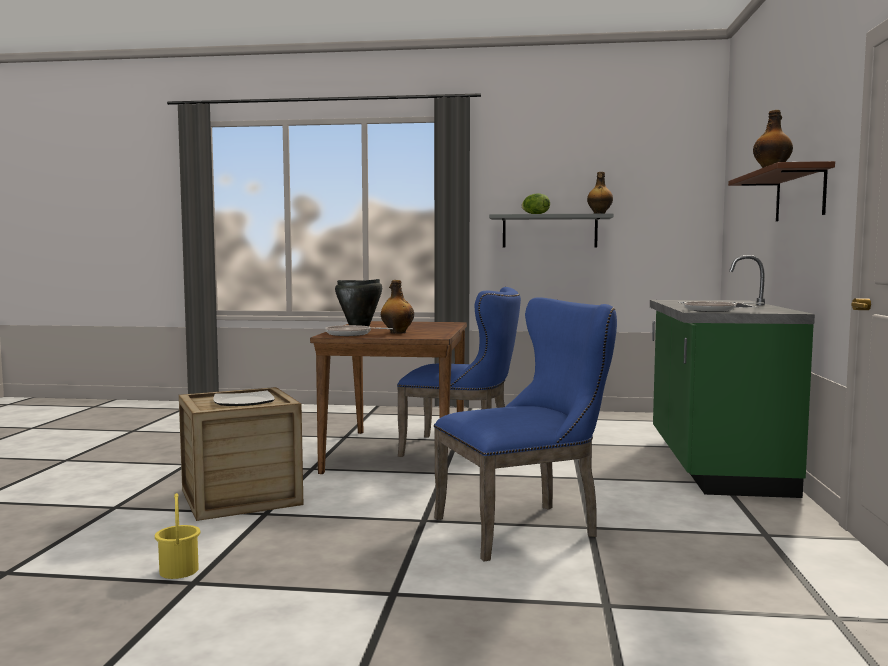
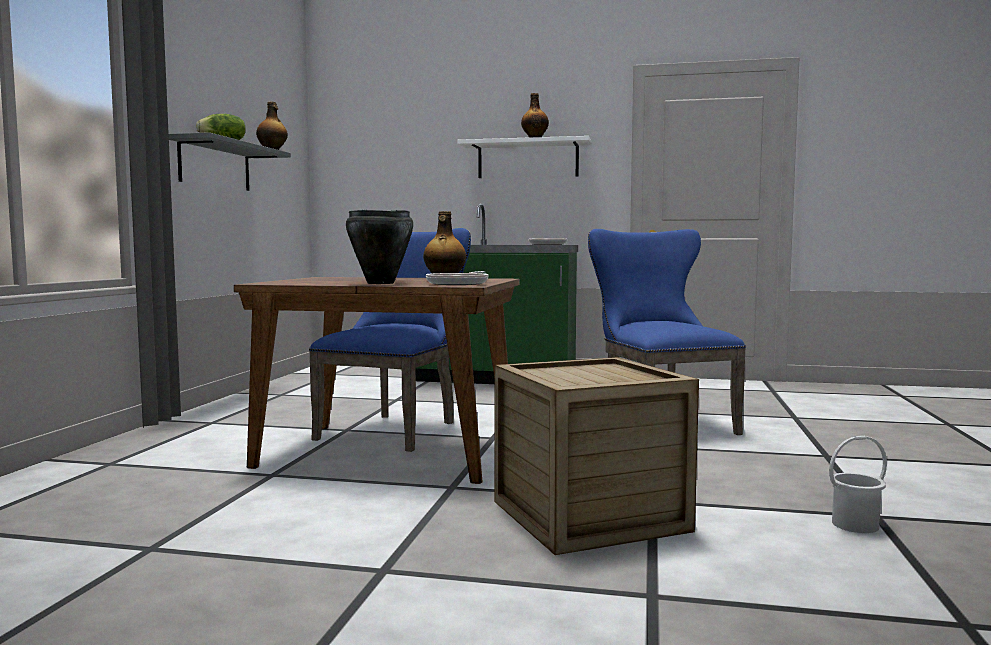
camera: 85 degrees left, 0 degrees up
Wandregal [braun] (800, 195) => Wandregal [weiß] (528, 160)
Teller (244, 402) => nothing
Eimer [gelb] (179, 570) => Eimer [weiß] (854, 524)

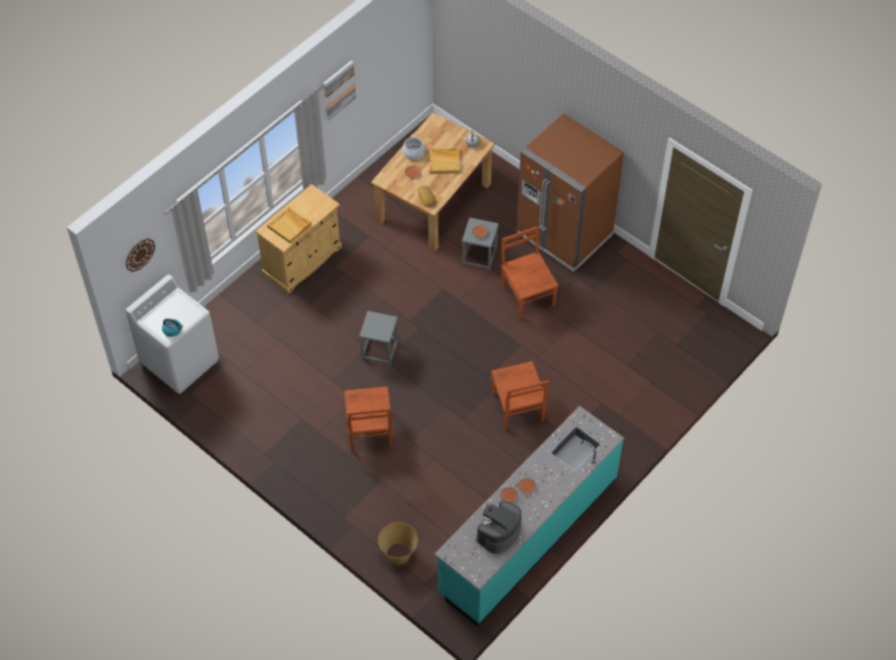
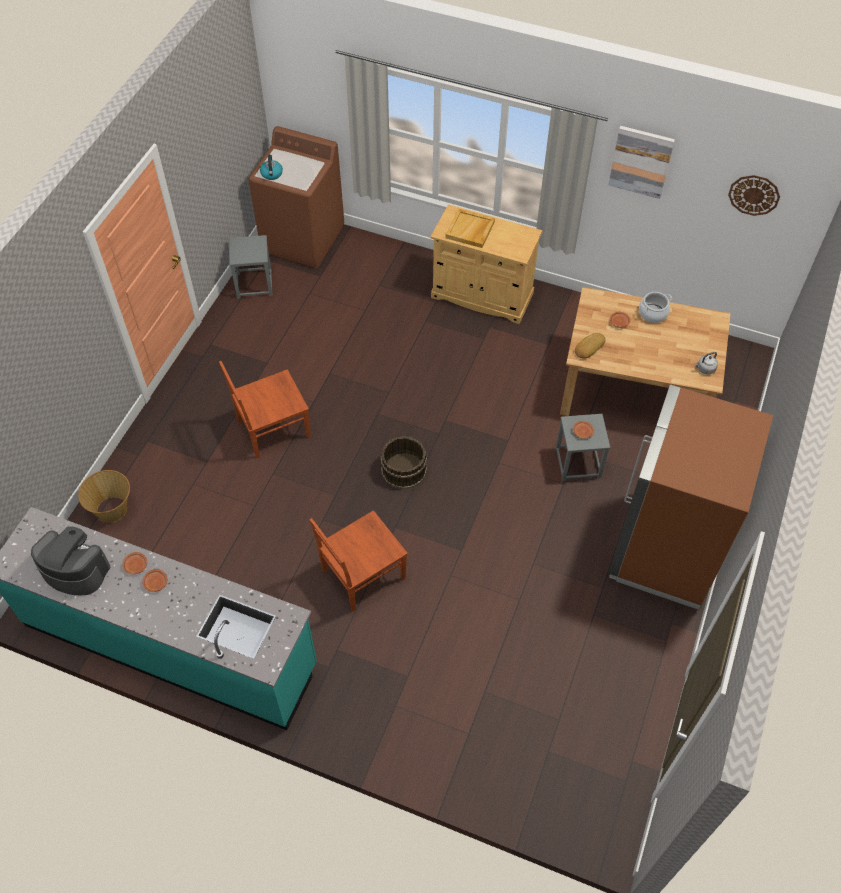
camera: 70 degrees right, 0 degrees up
Tablett [beige] (444, 161) => nothing
Stuhl [braun] (527, 295) => nothing
Wanduhr (139, 254) => Wanduhr (754, 195), move
Waschmaschine [weiß] (180, 361) => Waschmaschine [braun] (303, 239)
Hocker [grau] (380, 350) => Hocker [grau] (254, 284), move
nothing => Eimer [braun] (404, 469)

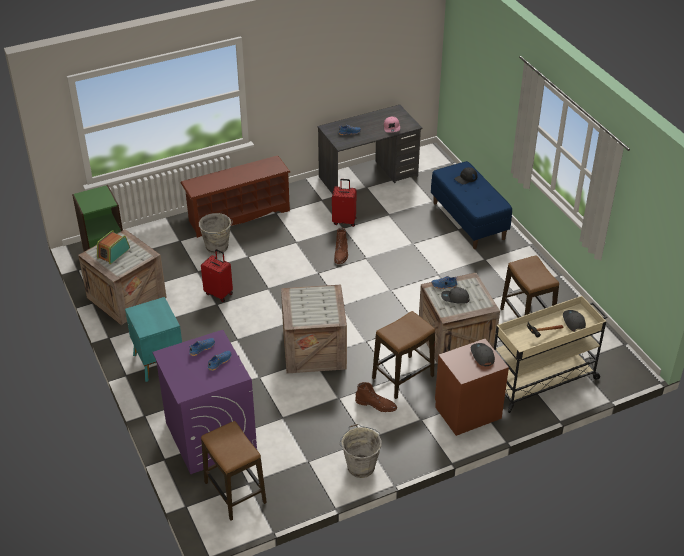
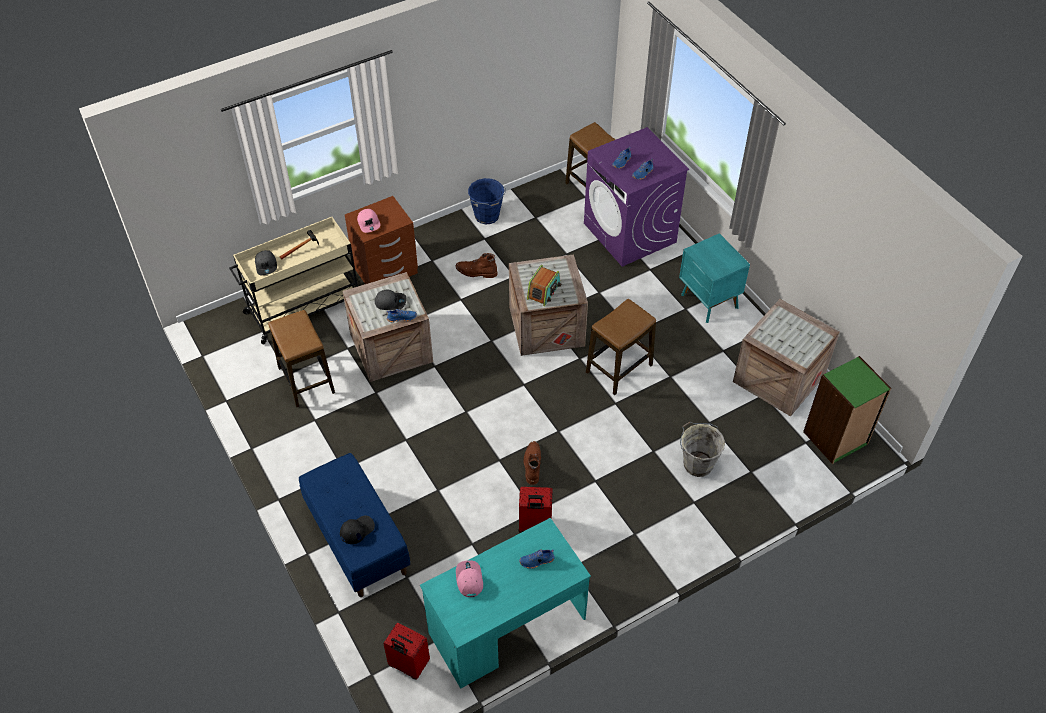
camera: 175 degrees right, 10 degrees up
Schreibtisch [grau] (368, 177) => Schreibtisch [türkis] (506, 626)
Schuhregal [braun] (238, 215) => nothing
Radio (113, 253) => Radio (544, 291), move
Koffer [rot] (219, 293) => Koffer [rot] (408, 665), move
Hocker (403, 377) => Hocker (619, 368), move
Kappe [grau] (482, 356) => Kappe [rosa] (369, 223)
Eimer [grau] (360, 466) => Eimer [blau] (487, 216)

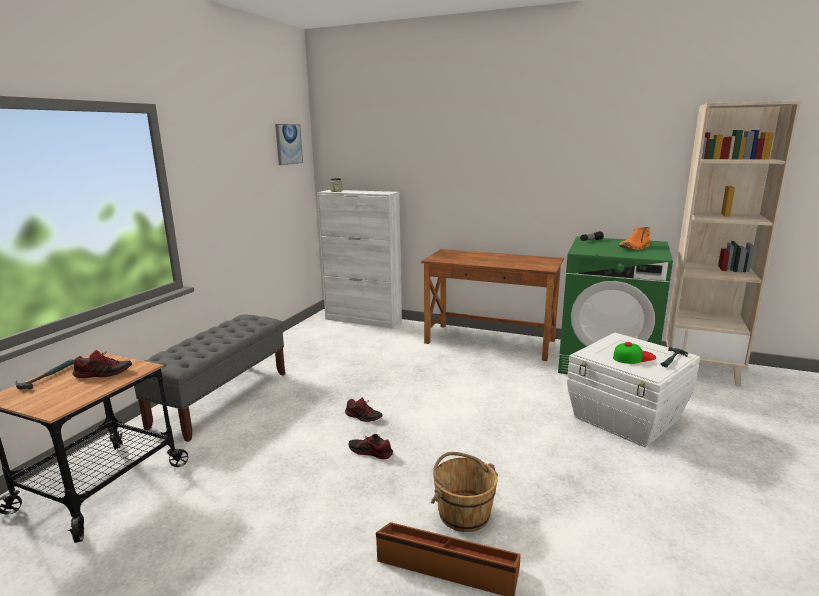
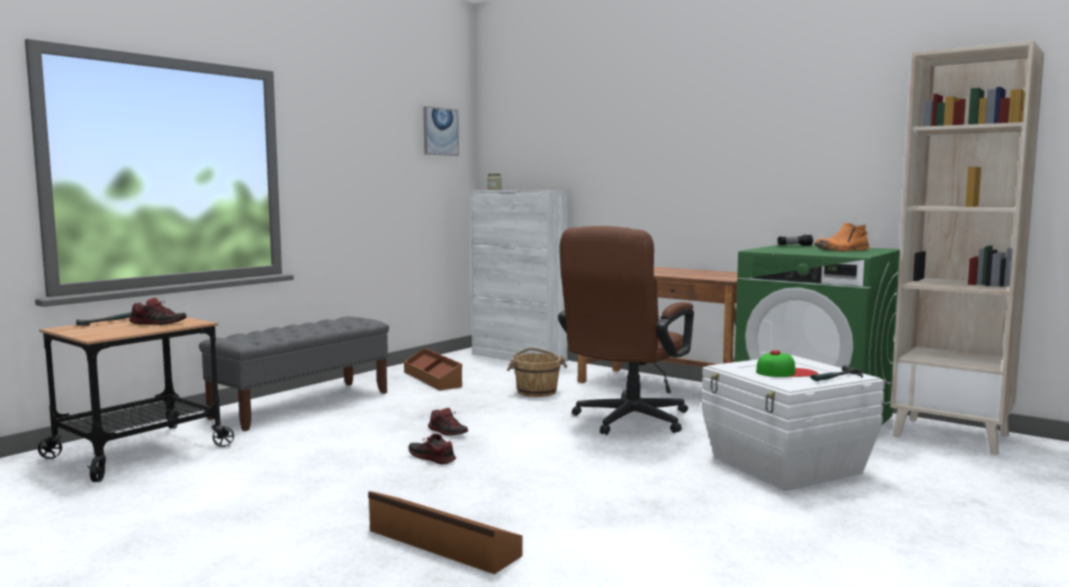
camera: 15 degrees right, 10 degrees down
Eimer [braun] (463, 513) => Eimer [braun] (536, 391), move
nothing => Bürostuhl [braun] (626, 422)
nothing => Aufbewahrungsbox [braun] (433, 379)

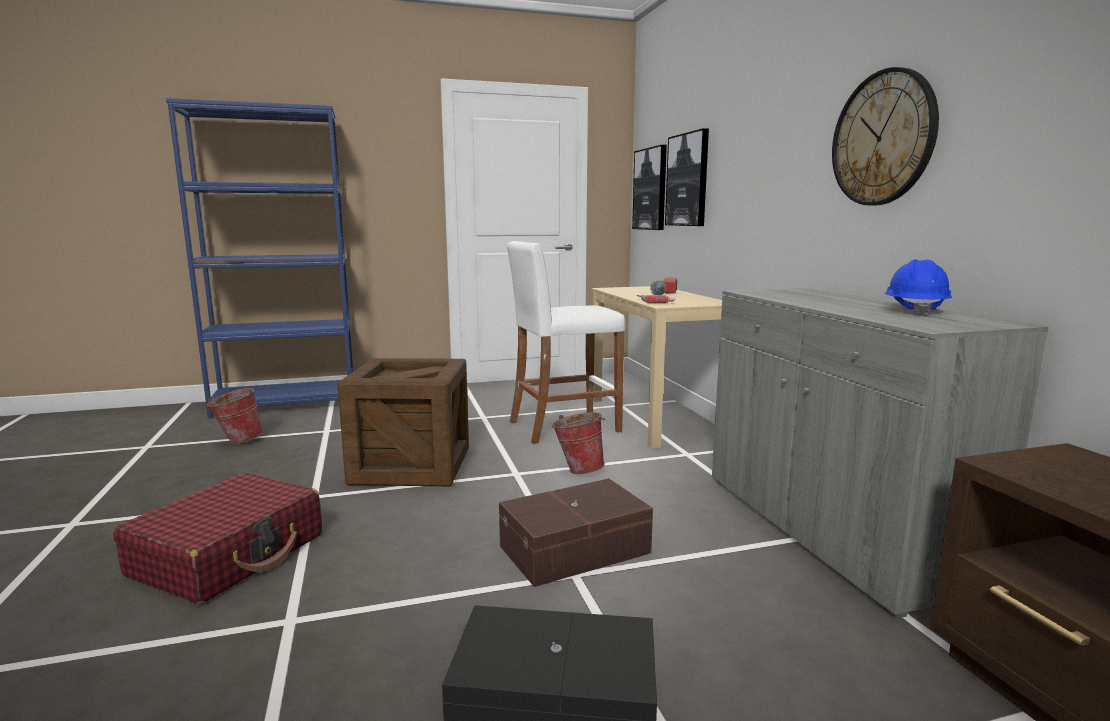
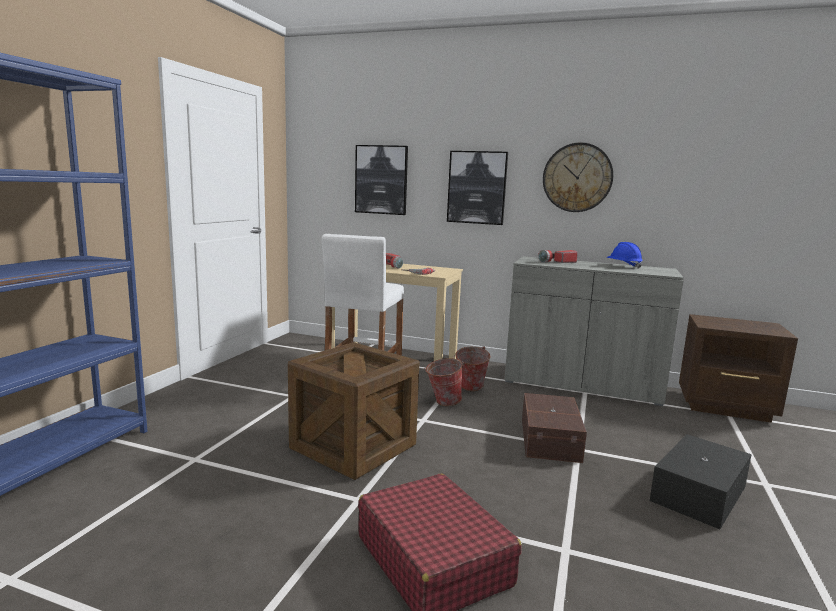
camera: 55 degrees left, 0 degrees up
Bild (650, 189) => Bild (477, 187), move
Eimer (237, 441) => Eimer (469, 389), move
nothing => Taschenlampe (557, 262)

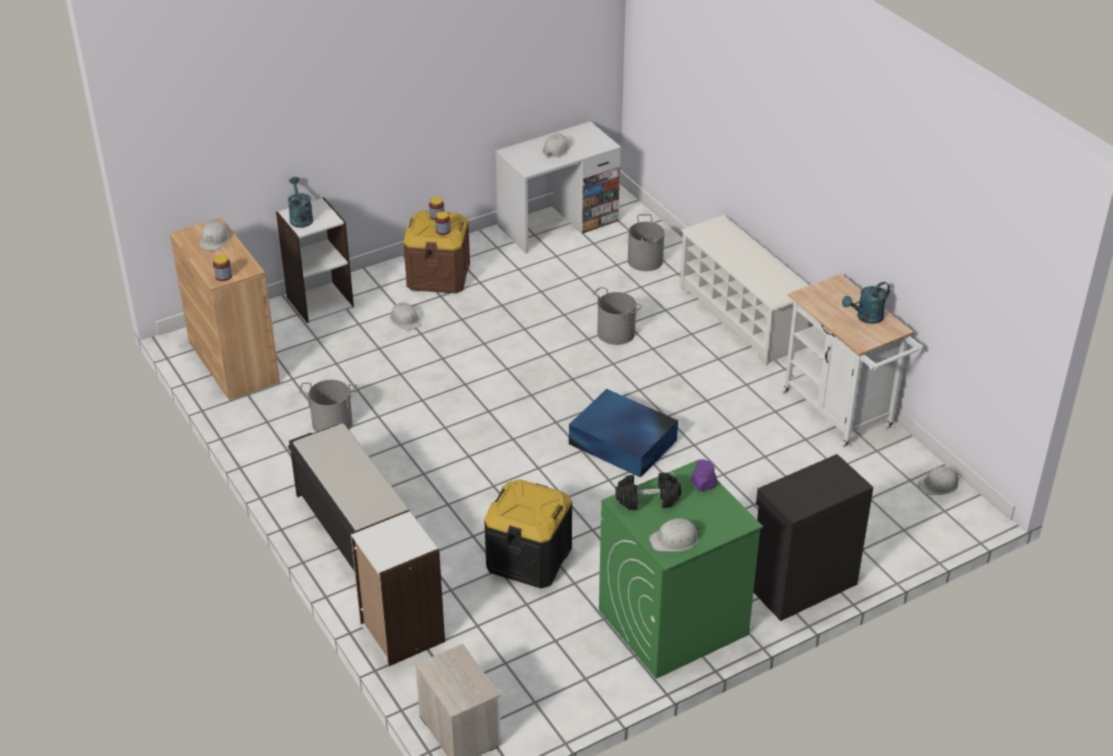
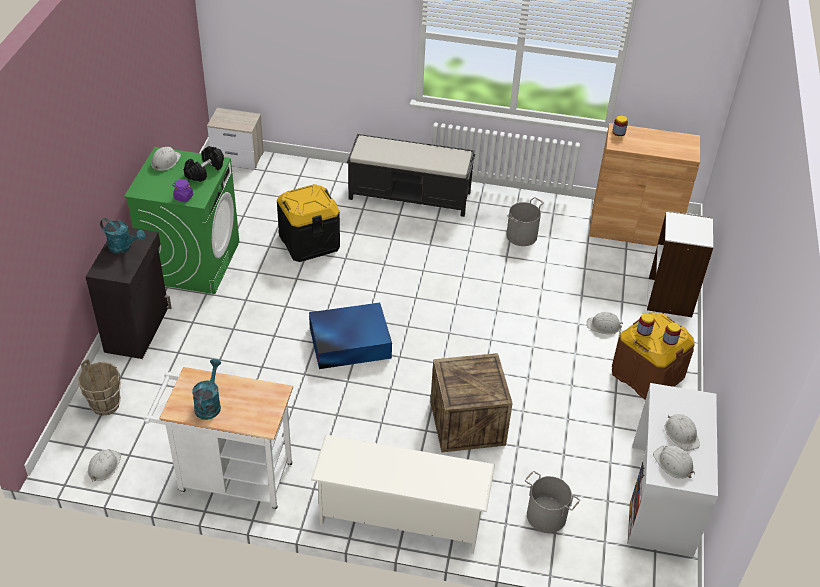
camera: 130 degrees right, 5 degrees up
Gießkanne [türkis] (300, 218) => Gießkanne [türkis] (124, 247), move
Schutzhelm [weiß] (214, 239) => Schutzhelm [weiß] (673, 463), move
Eimer [grau] (615, 333) => Kiste (467, 423)
Bücherregal [weiß] (401, 633) => nothing
nothing => Eimer [braun] (105, 405)

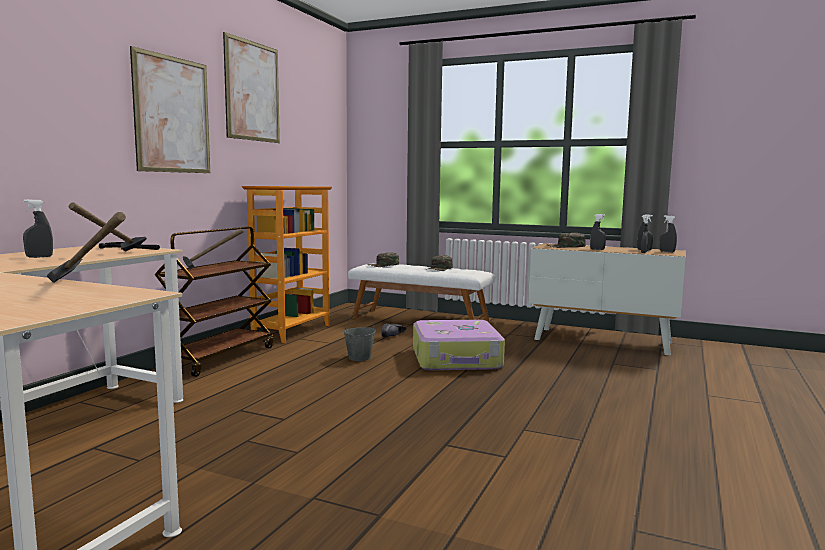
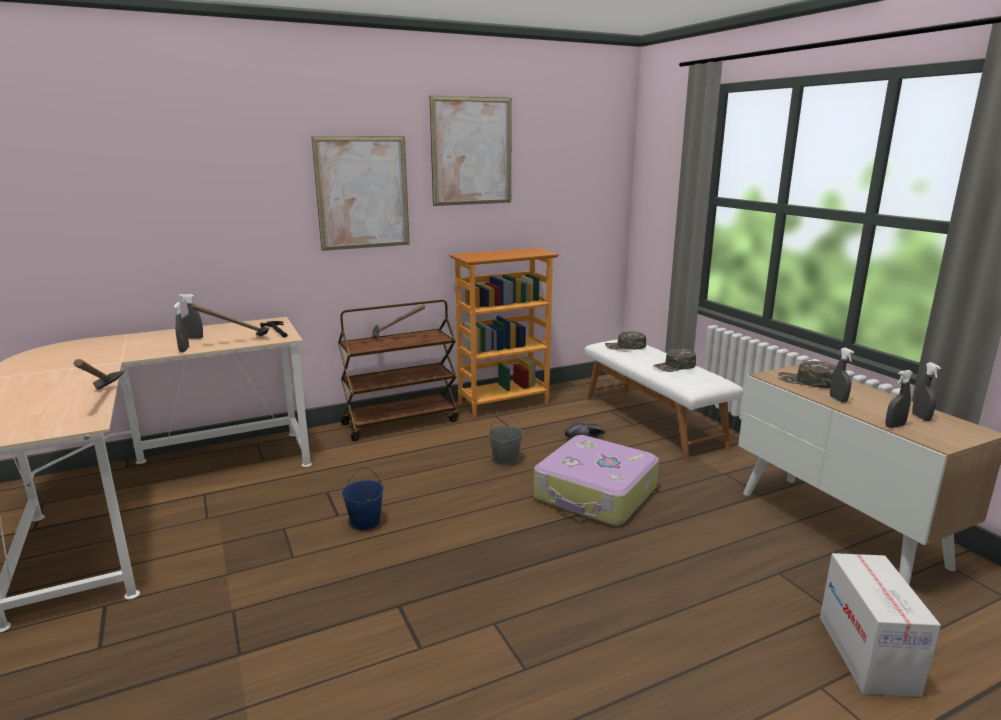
camera: 40 degrees right, 10 degrees up
Sprühflasche [grau] (667, 251) => Sprühflasche [grau] (184, 350), move
nothing => Eimer [blau] (365, 522)
nothing => Karton (867, 654)

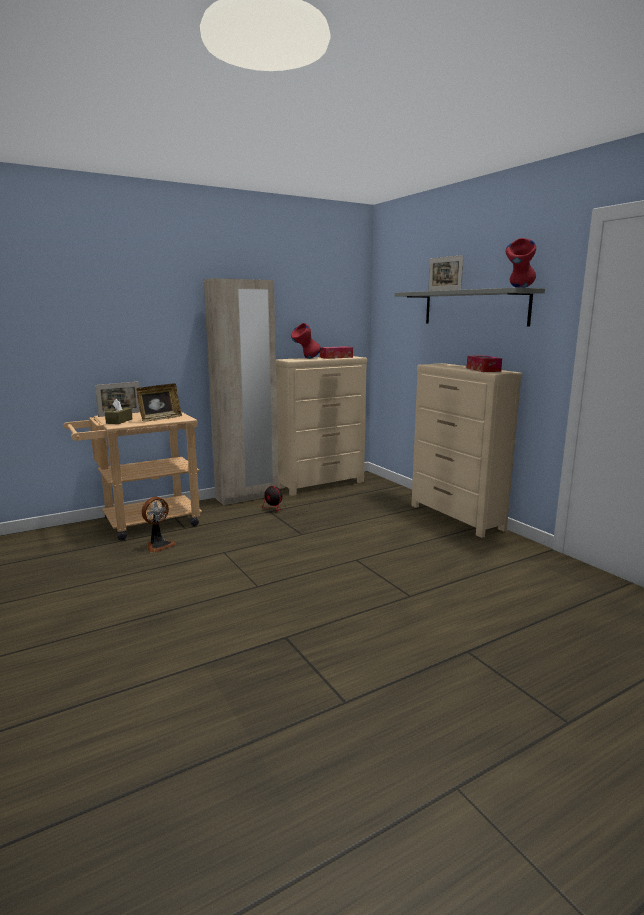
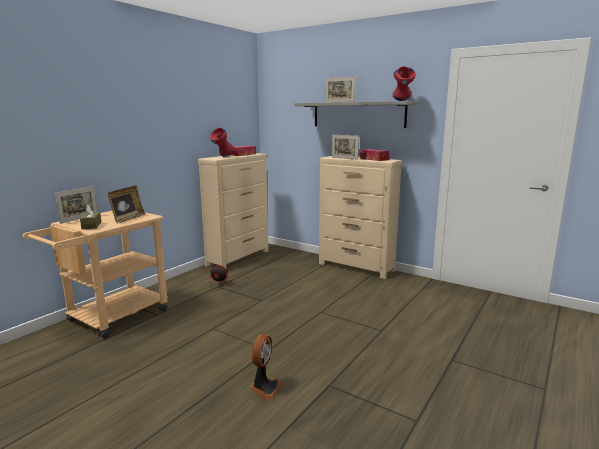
camera: 25 degrees left, 0 degrees up
Kleiderschrank [beige] (247, 497) => nothing
Ventilator (158, 545) => Ventilator (265, 388), move
nothing => Bilderrahmen (344, 158)

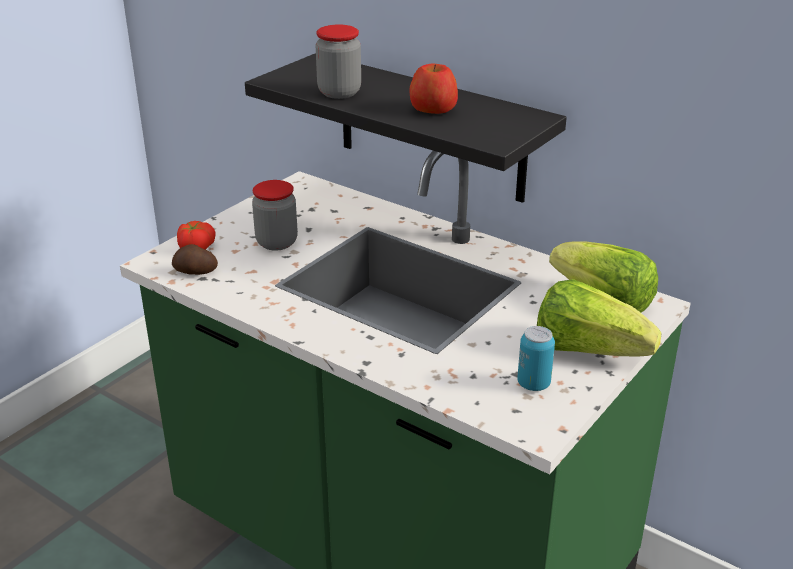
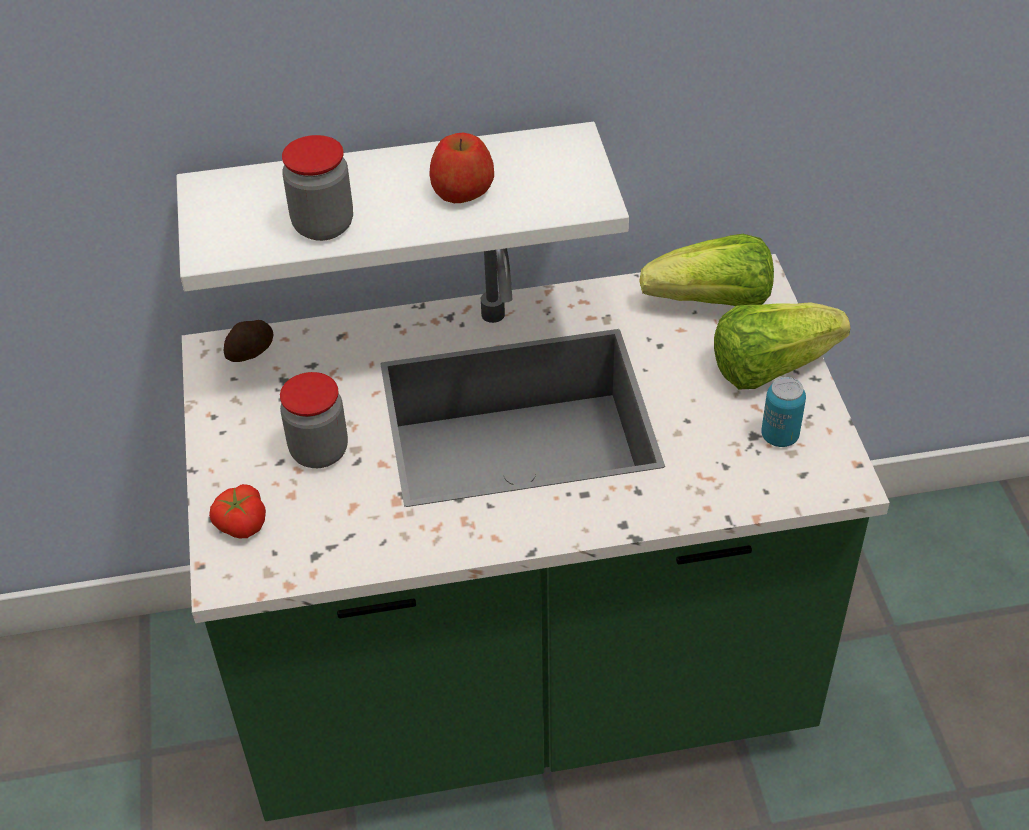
camera: 45 degrees left, 15 degrees up
Wandregal [schwarz] (430, 128) => Wandregal [weiß] (394, 201)
Kartoffel (195, 272) => Kartoffel (252, 352), move

